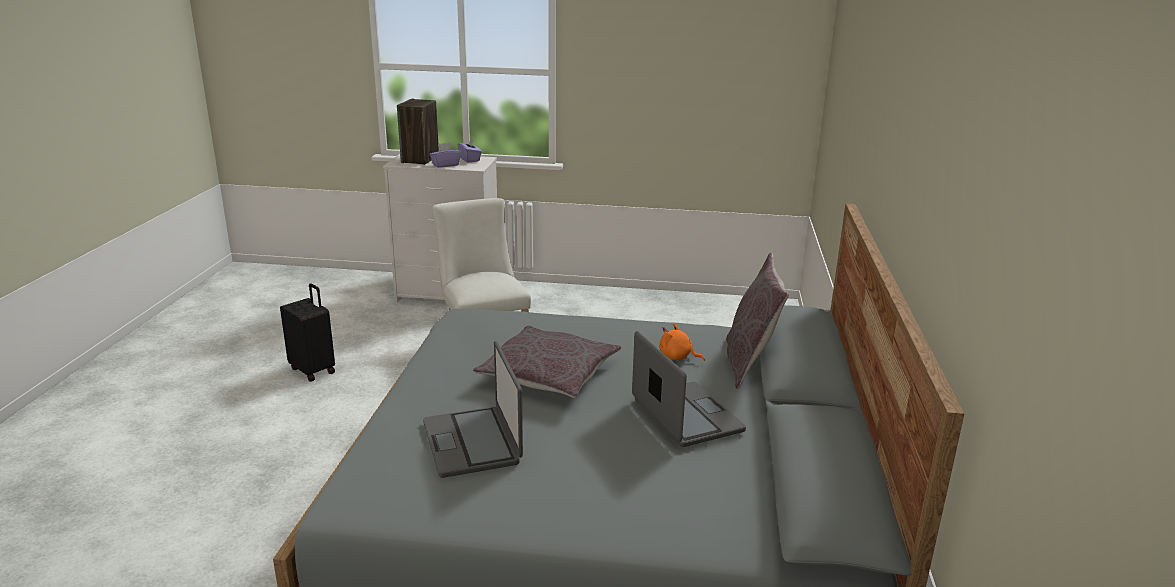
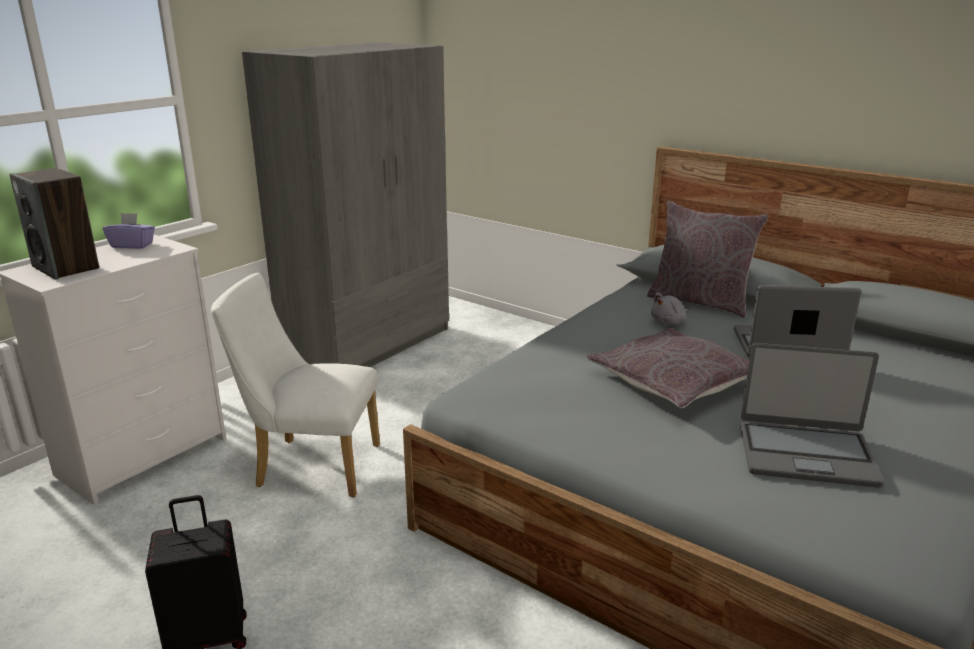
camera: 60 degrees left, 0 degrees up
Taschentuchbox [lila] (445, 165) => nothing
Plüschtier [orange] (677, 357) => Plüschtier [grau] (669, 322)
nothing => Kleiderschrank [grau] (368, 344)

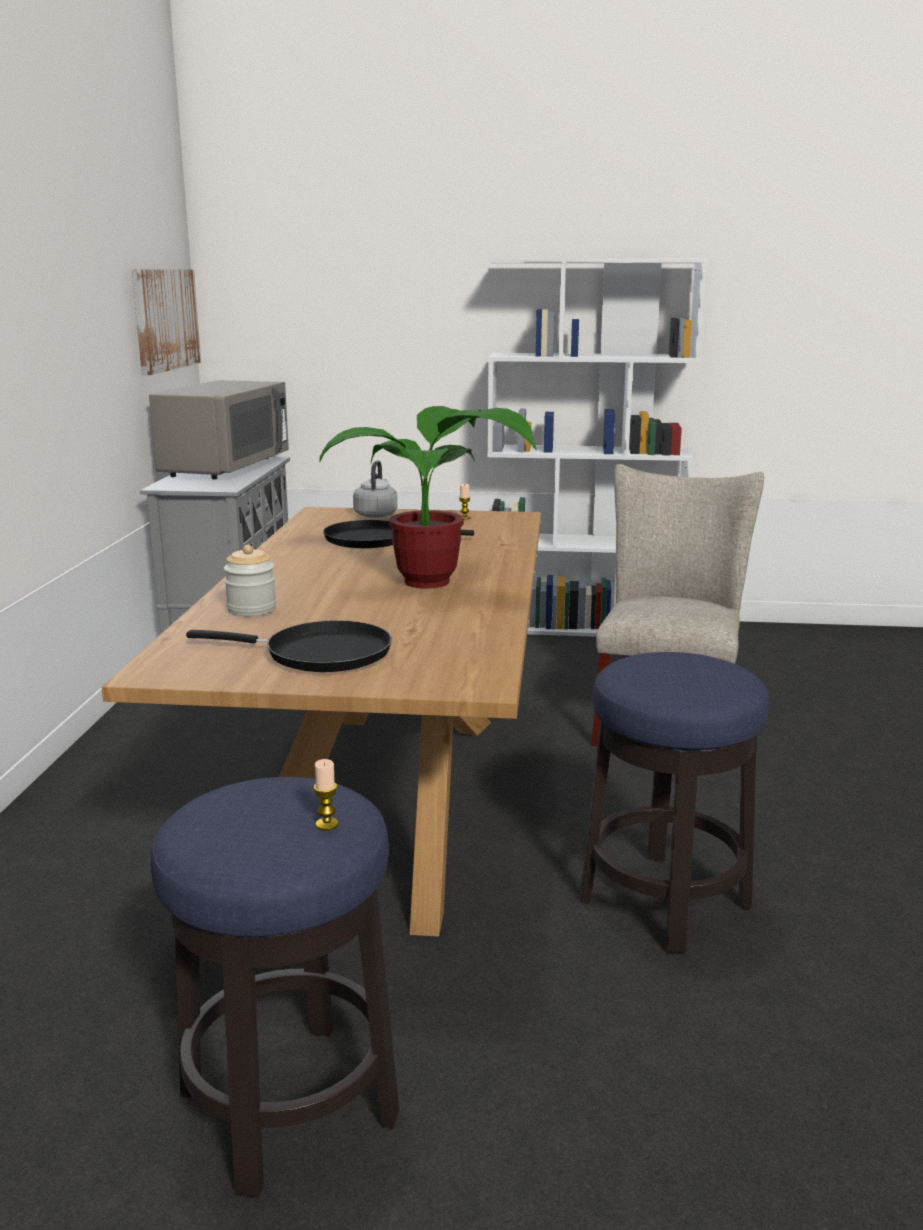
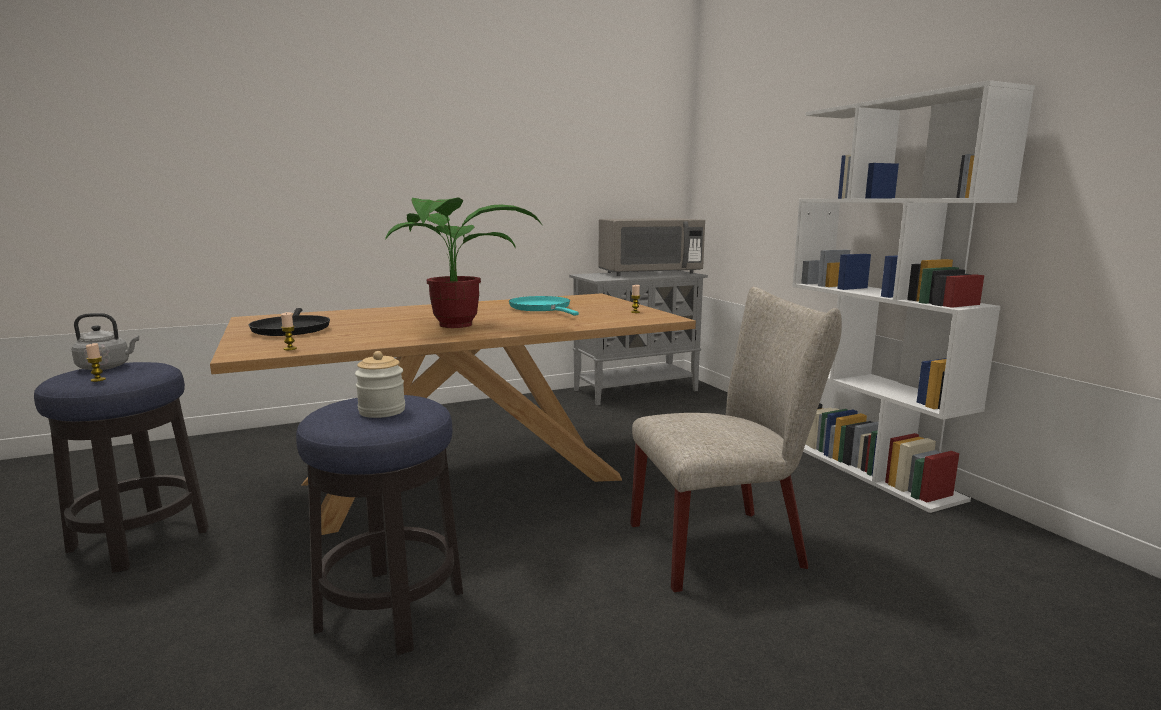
camera: 60 degrees right, 5 degrees down
Bild (165, 319) => nothing
Wasserkessel [grau] (376, 514) => Wasserkessel [grau] (107, 367), move
Pfanne [schwarz] (375, 540) => Pfanne [türkis] (542, 308)
Vorratsglas (251, 609) => Vorratsglas (382, 411), move
nothing => Kerze (290, 349)

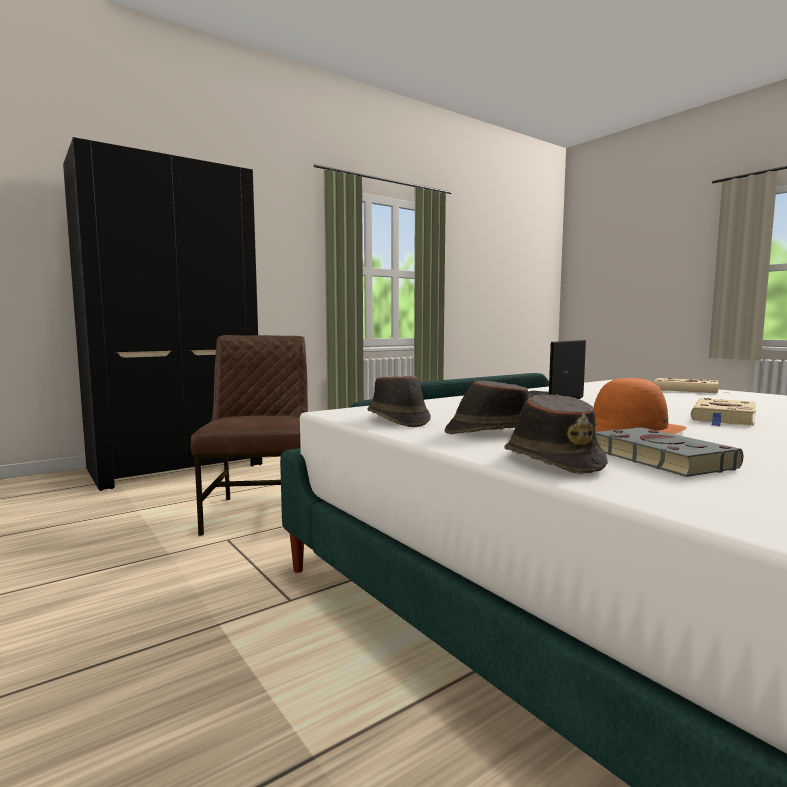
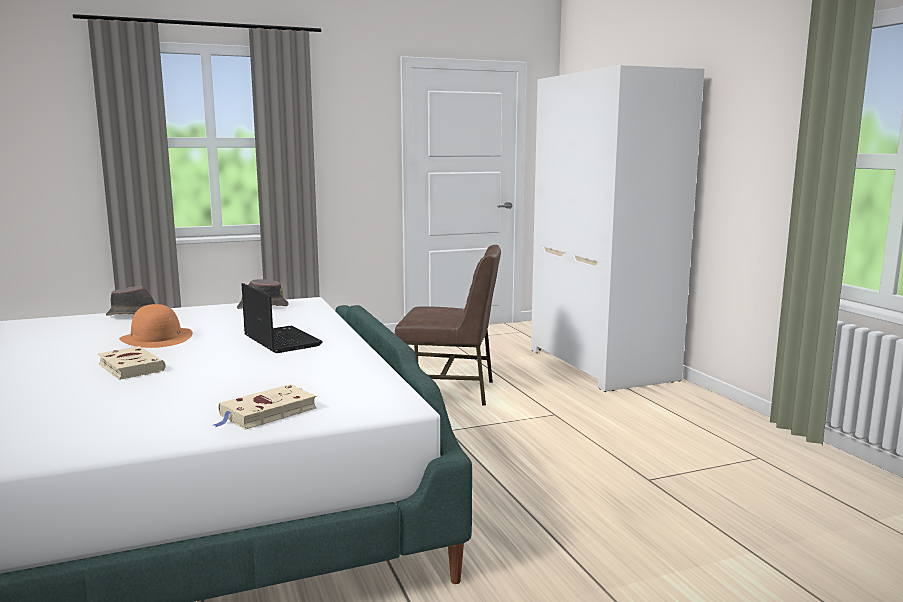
camera: 105 degrees right, 5 degrees up
Kleiderschrank [schwarz] (176, 466) => Kleiderschrank [weiß] (603, 365)
Hut [braun] (490, 431) => nothing
Buch [grau] (657, 458) => nothing

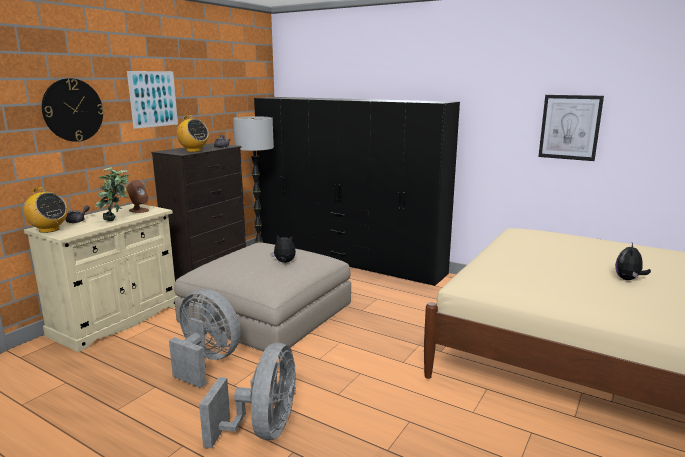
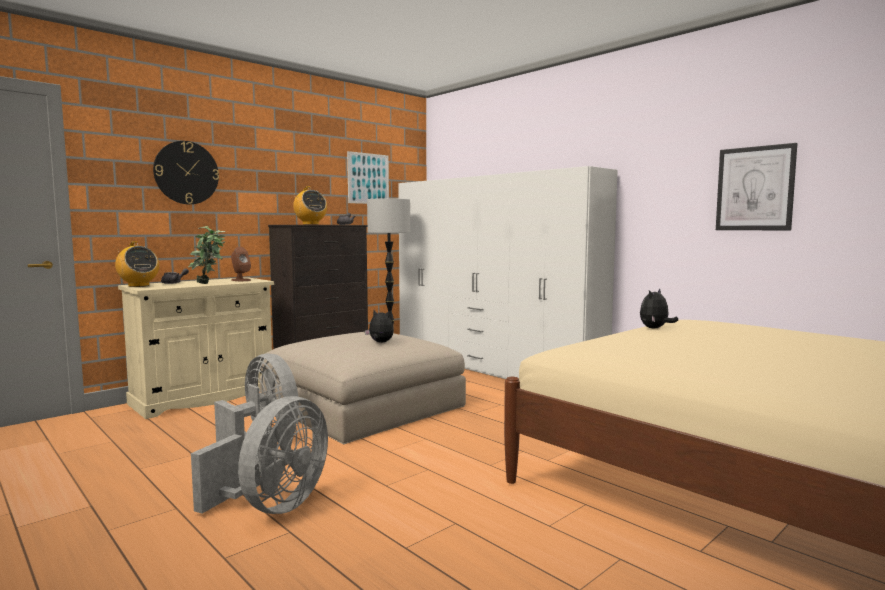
camera: 15 degrees right, 10 degrees down
Bild (153, 99) => Bild (368, 178), move
Kleiderschrank [schwarz] (348, 259) => Kleiderschrank [weiß] (491, 369)
Plüschtier (628, 279) => Plüschtier (655, 328), move

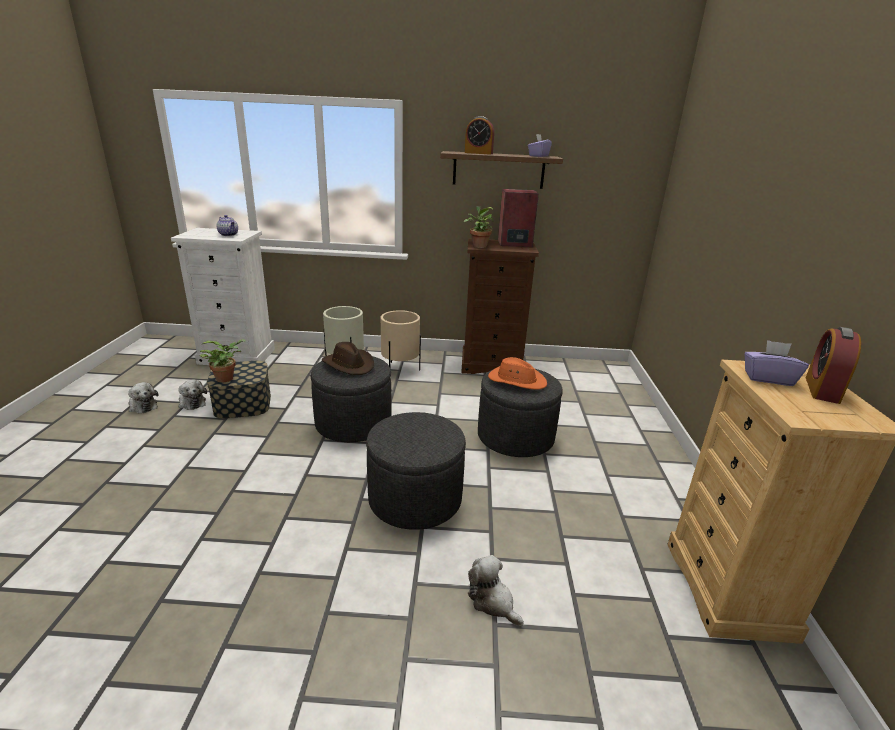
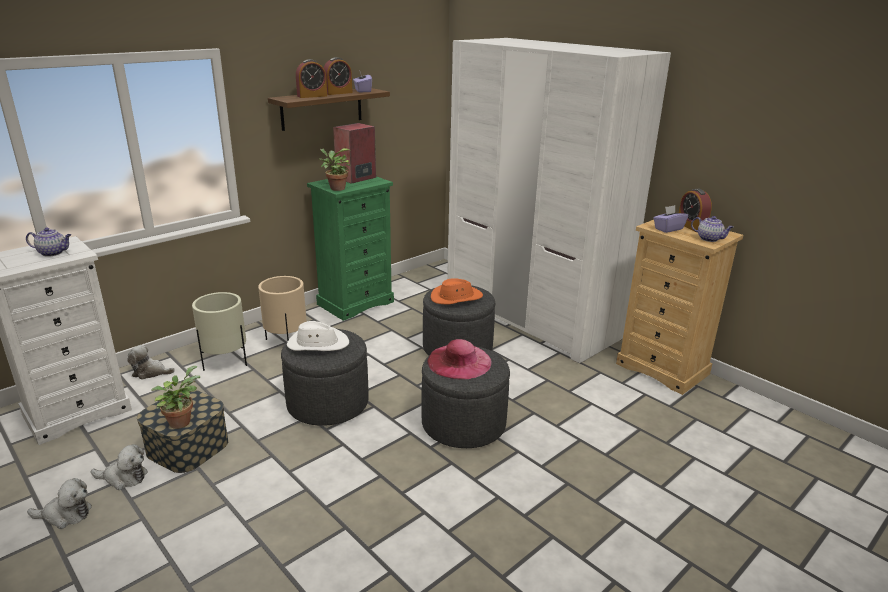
camera: 45 degrees left, 0 degrees up
Kommode [braun] (492, 365) => Kommode [grün] (355, 303)
Hut [braun] (349, 364) => Hut [weiß] (317, 343)
Plüschtier (492, 601) => Plüschtier (150, 372), move
nothing => Kleiderschrank [weiß] (530, 317)
nothing => Wecker (338, 93)
nothing => Teekanne (709, 239)
nothing => Hut [rosa] (459, 361)

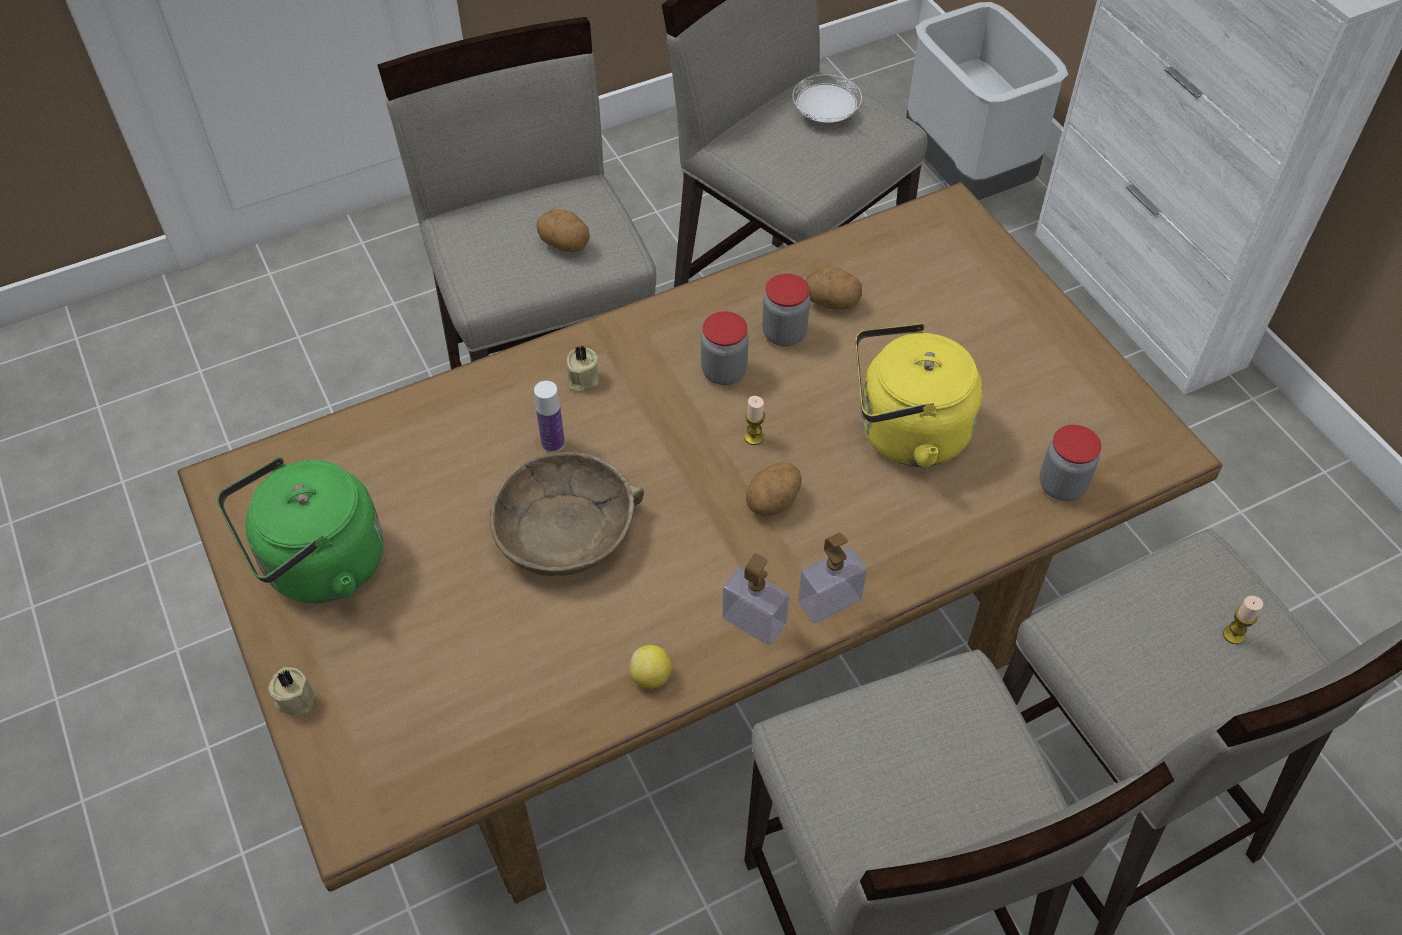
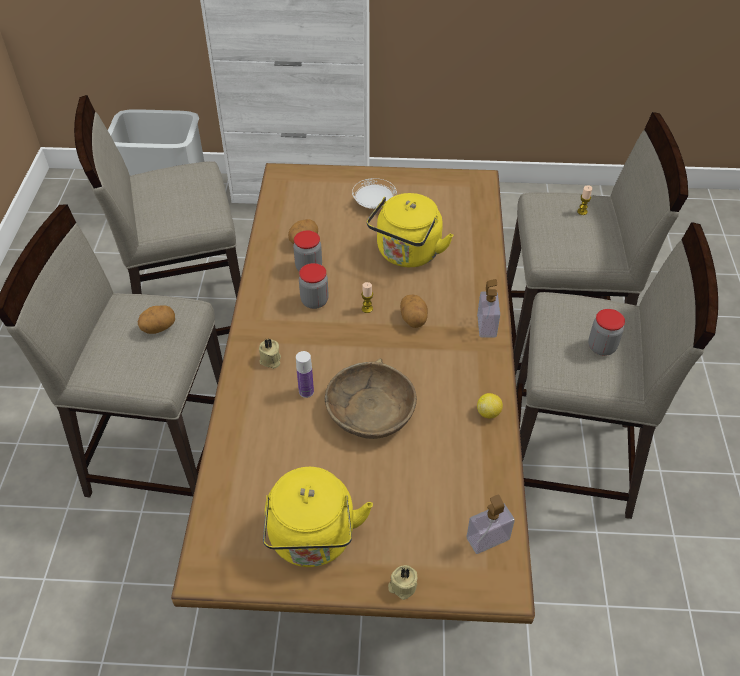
camera: 60 degrees left, 5 degrees down
Teller [weiß] (825, 115) => Teller [weiß] (374, 204), move
Vorratsglas (1062, 485) => Vorratsglas (601, 347), move
Wasserkessel [grün] (318, 567) => Wasserkessel [gelb] (313, 540)
Seifenspender (754, 621) => Seifenspender (487, 539), move

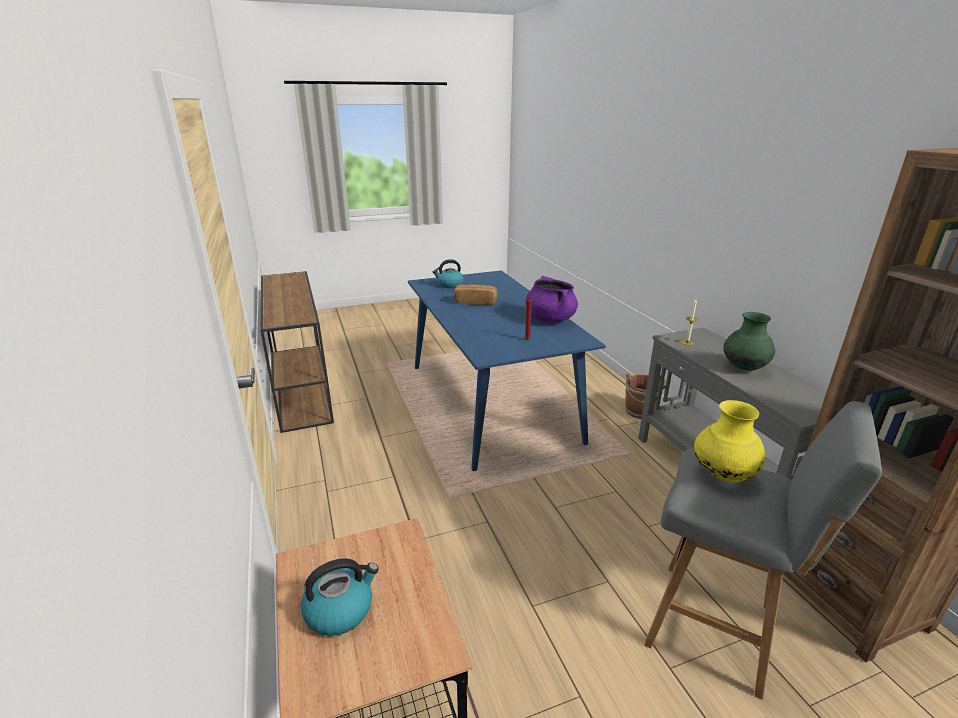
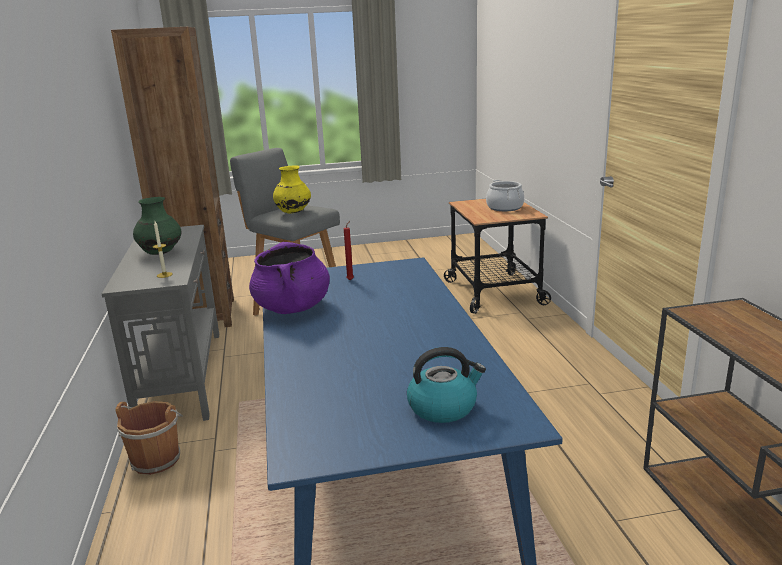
camera: 170 degrees left, 5 degrees down
Brot (475, 302) => nothing
Wasserkessel (340, 610) => Kochtopf (505, 207)

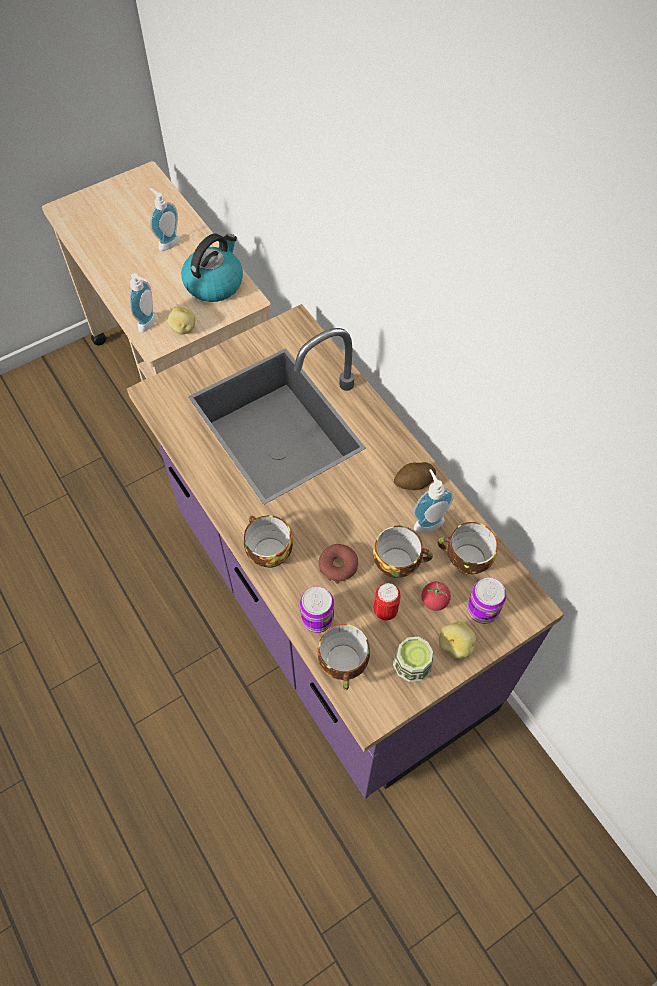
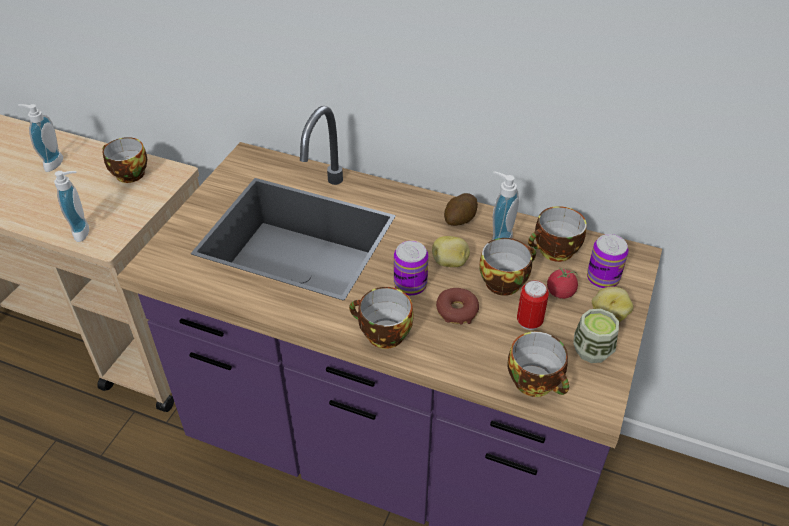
camera: 35 degrees left, 15 degrees down
Wasserkessel (214, 283) => Tasse (128, 174)
Kartoffel (183, 329) => Kartoffel (450, 263), move
Dose (317, 618) => Dose (410, 285), move

